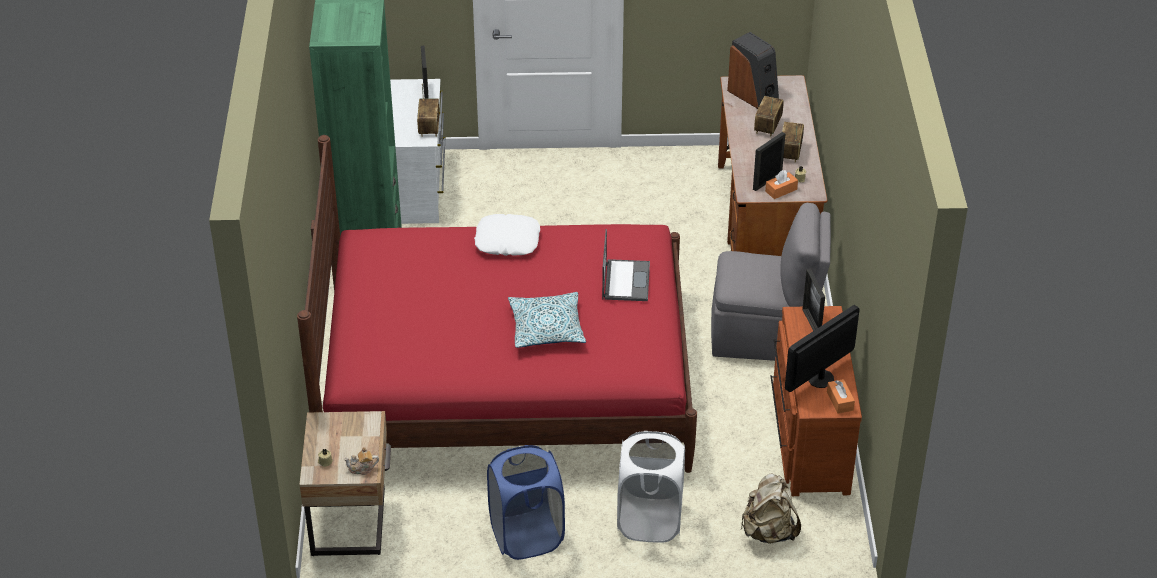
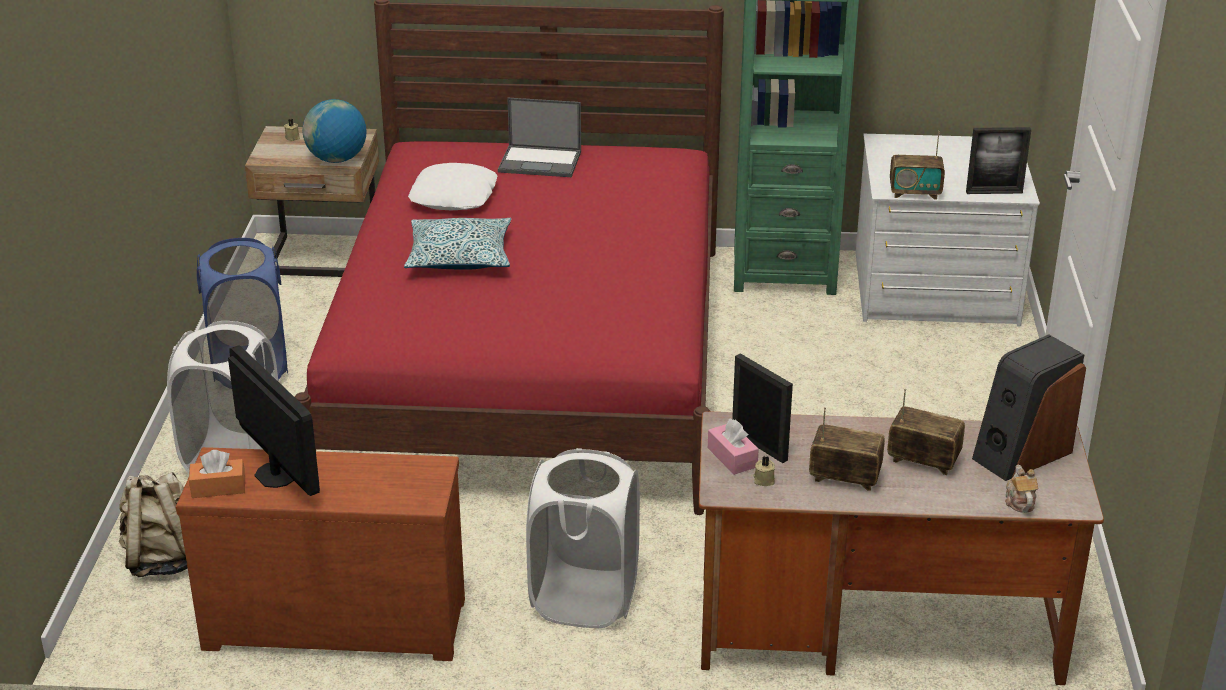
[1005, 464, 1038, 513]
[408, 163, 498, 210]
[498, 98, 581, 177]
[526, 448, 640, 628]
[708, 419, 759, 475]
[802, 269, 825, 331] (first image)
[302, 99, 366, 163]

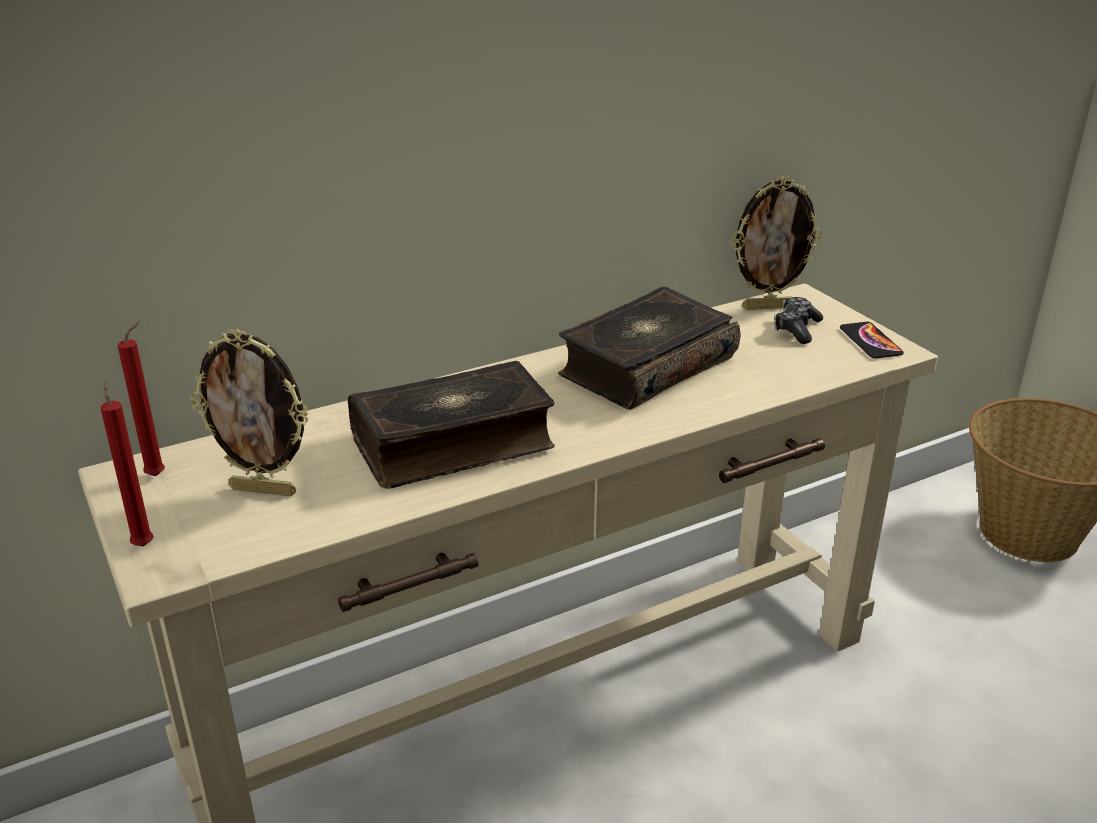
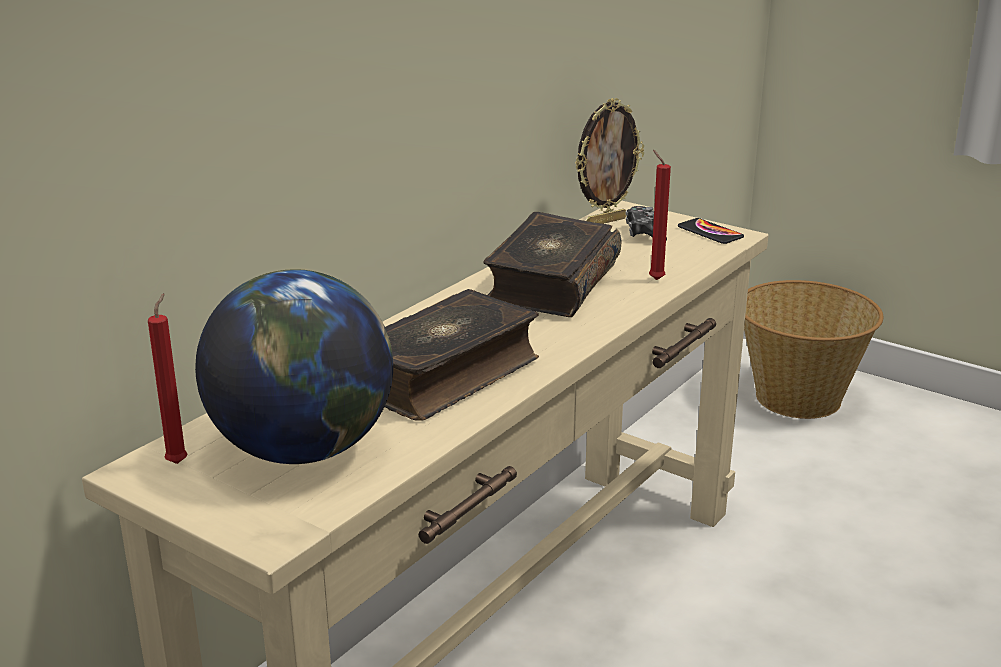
[649, 150, 671, 280]
[195, 269, 393, 464]

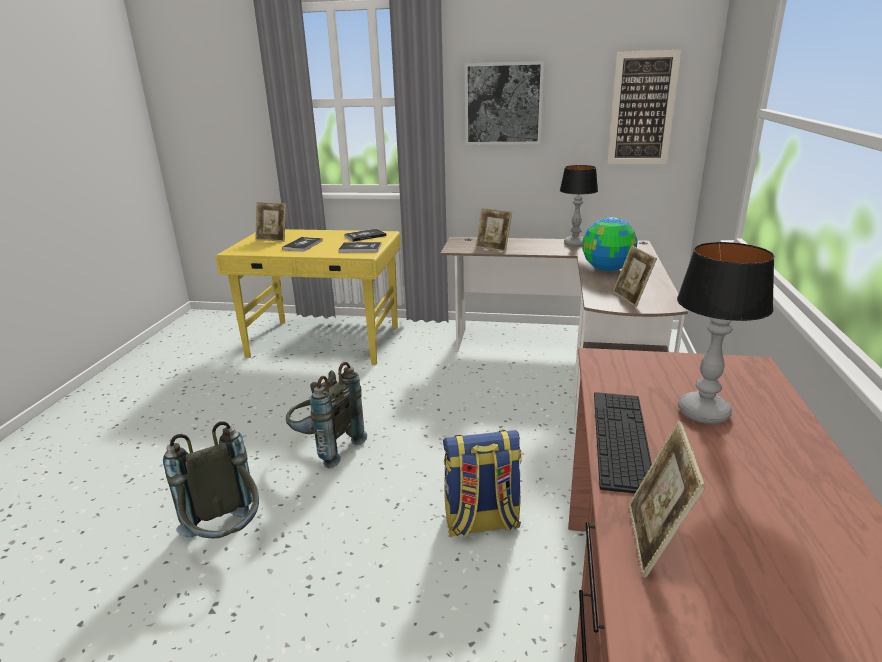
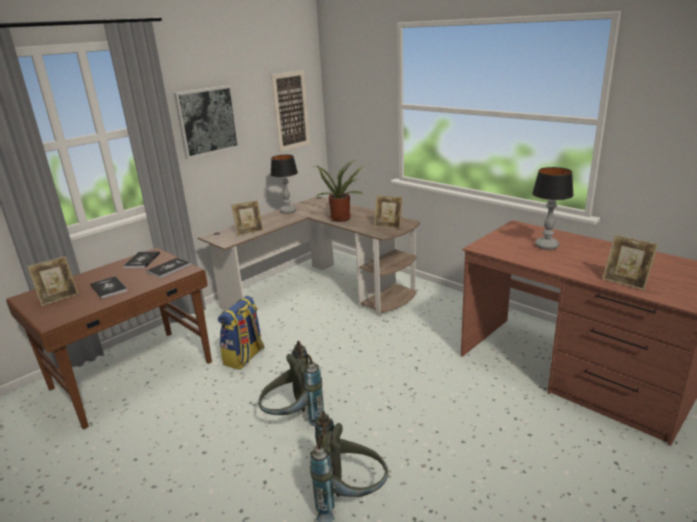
[6, 248, 212, 430]
[218, 296, 264, 369]
[313, 160, 364, 222]
[594, 392, 652, 493] (first image)

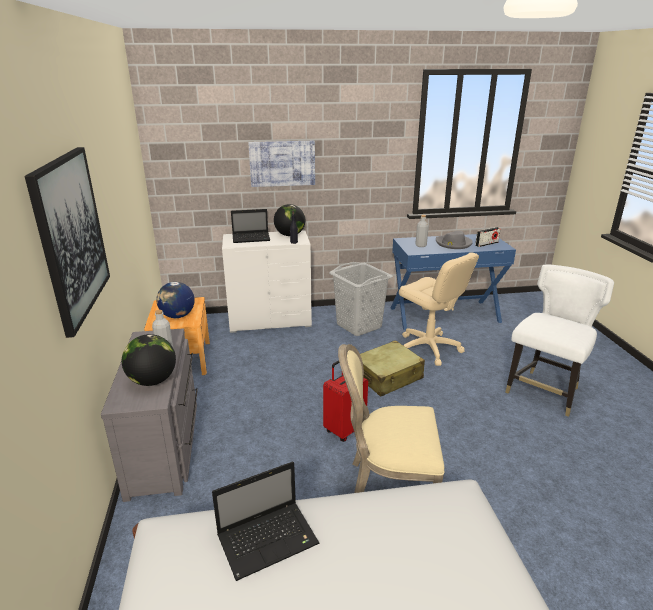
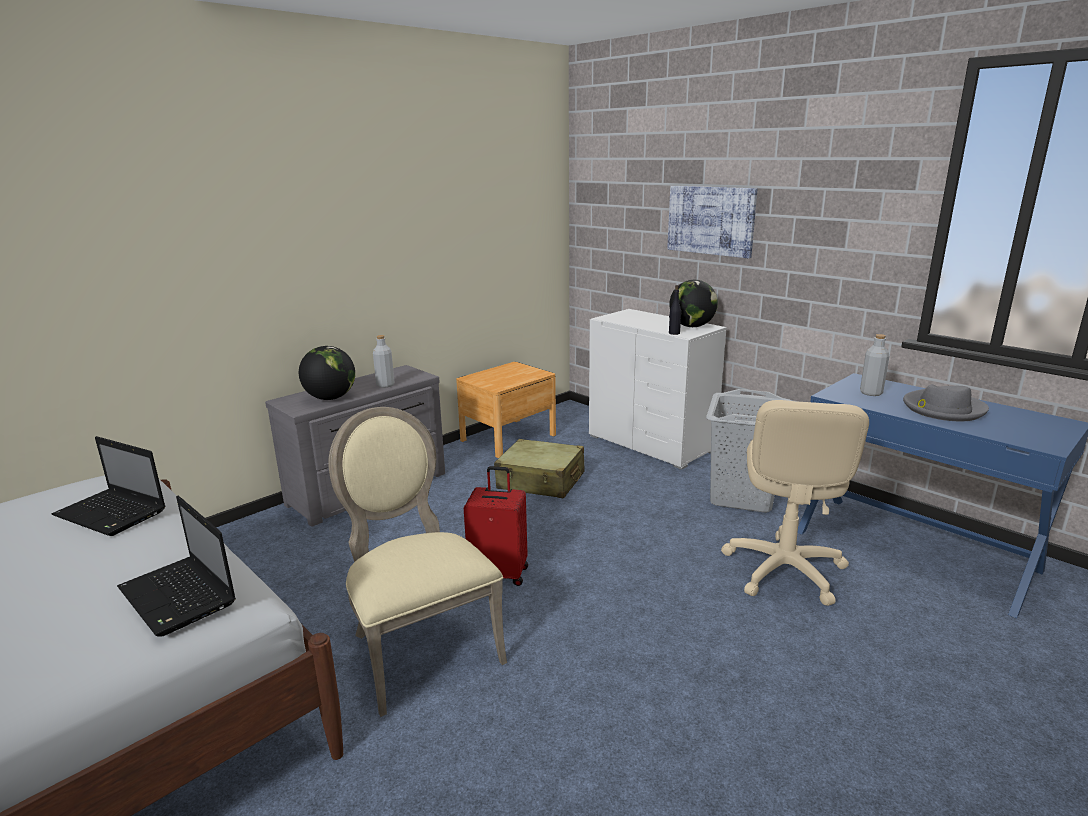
[24, 147, 110, 338] (first image)
[156, 282, 195, 318] (first image)
[117, 495, 236, 637]
[494, 439, 585, 498]
[475, 227, 501, 247] (first image)
[505, 265, 614, 417] (first image)

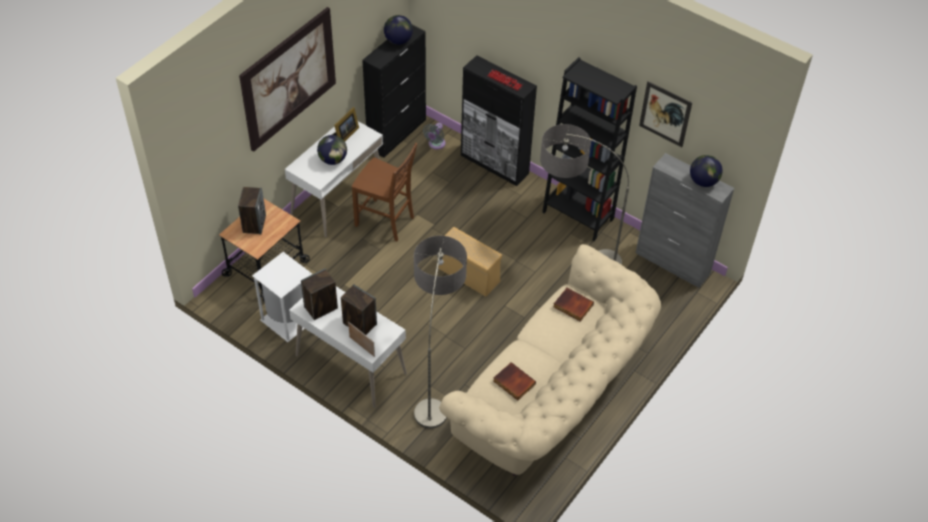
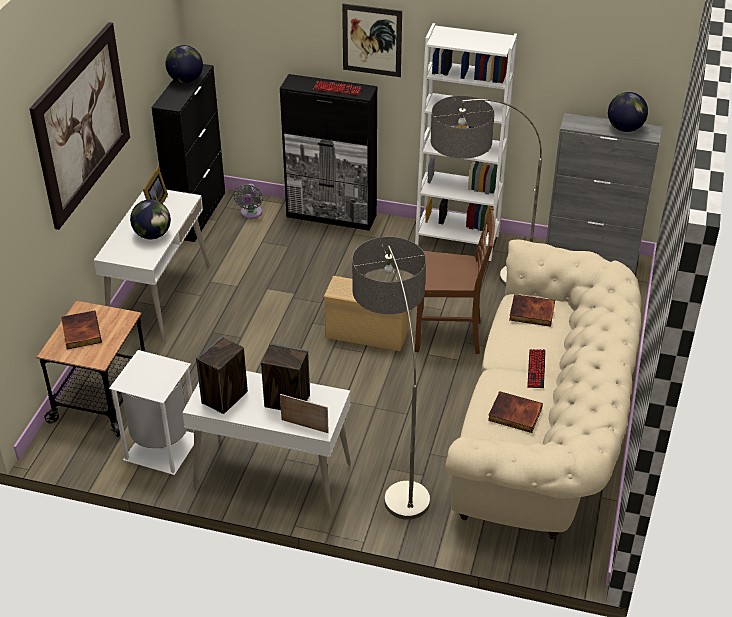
[61, 310, 102, 349]
[415, 207, 495, 354]
[415, 23, 517, 261]
[342, 3, 402, 77]
[527, 349, 546, 388]

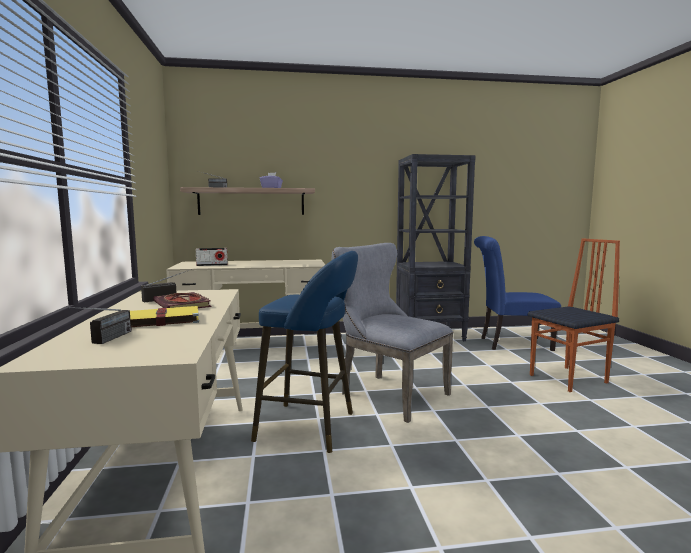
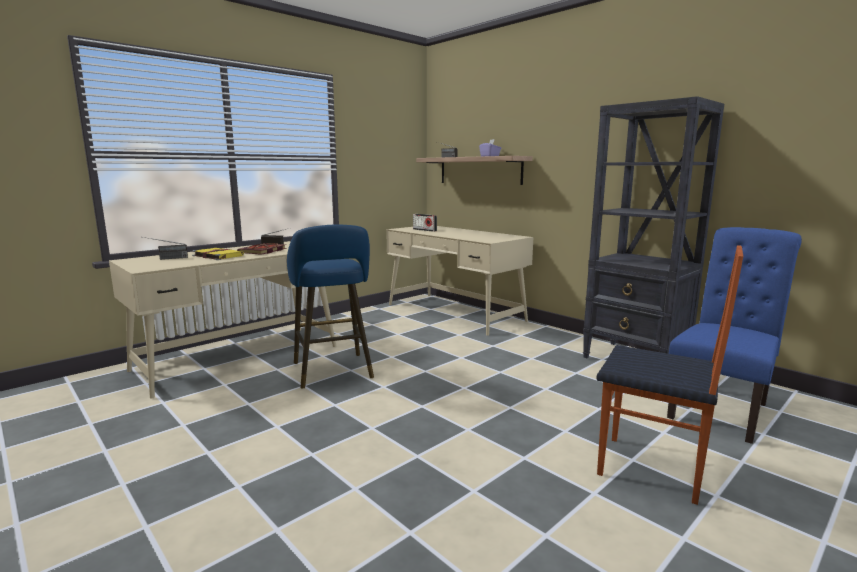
[332, 243, 453, 423] (first image)
[667, 227, 802, 444]

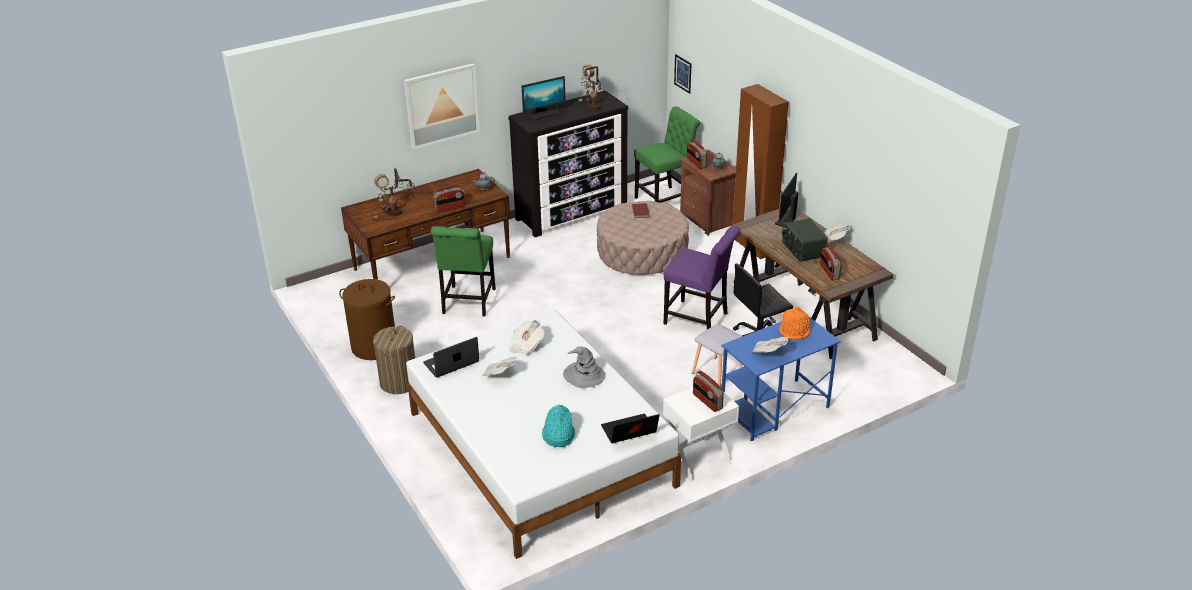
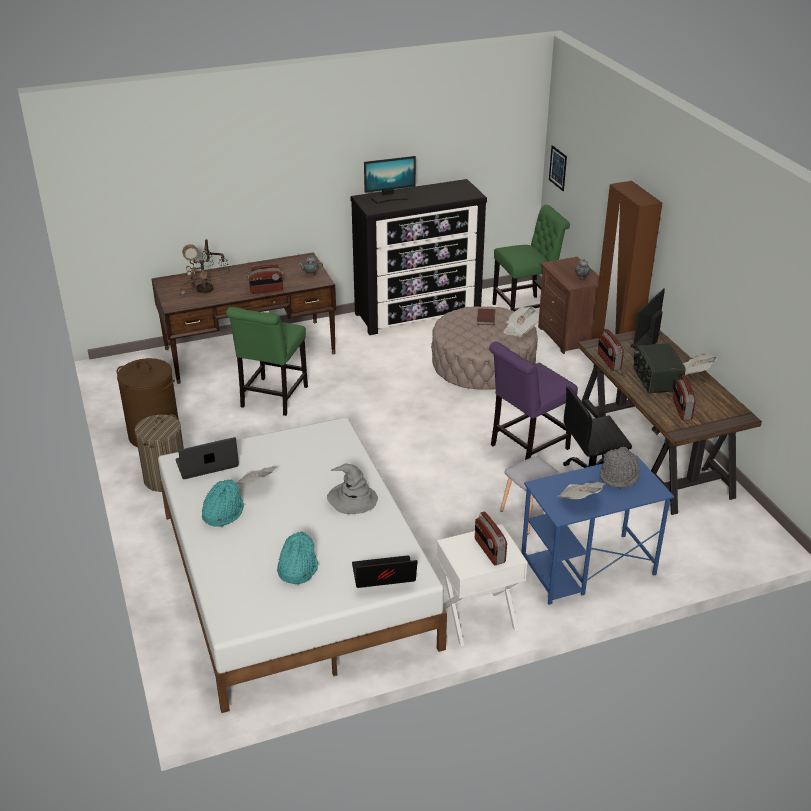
[404, 63, 480, 150] (first image)
[503, 307, 539, 337]
[579, 64, 610, 110] (first image)
[489, 342, 578, 460]
[598, 329, 624, 371]
[599, 447, 639, 488]
[202, 479, 244, 526]

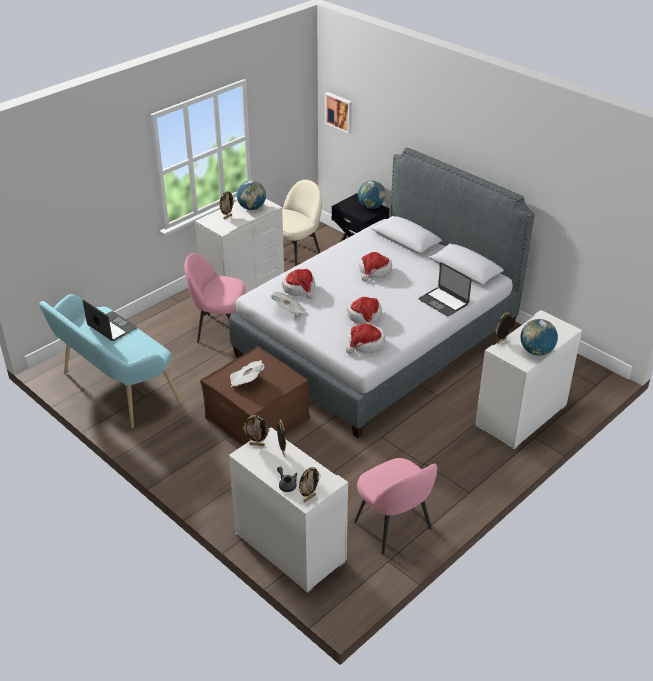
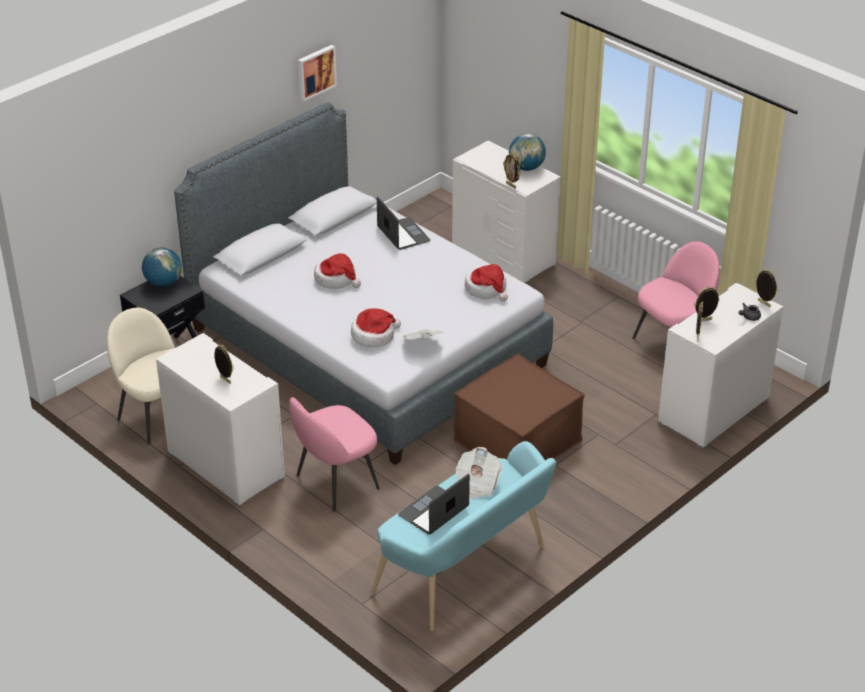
[289, 397, 380, 512]
[455, 447, 502, 499]
[237, 180, 266, 210] (first image)
[298, 45, 337, 101]
[347, 297, 382, 325] (first image)
[377, 197, 430, 250]

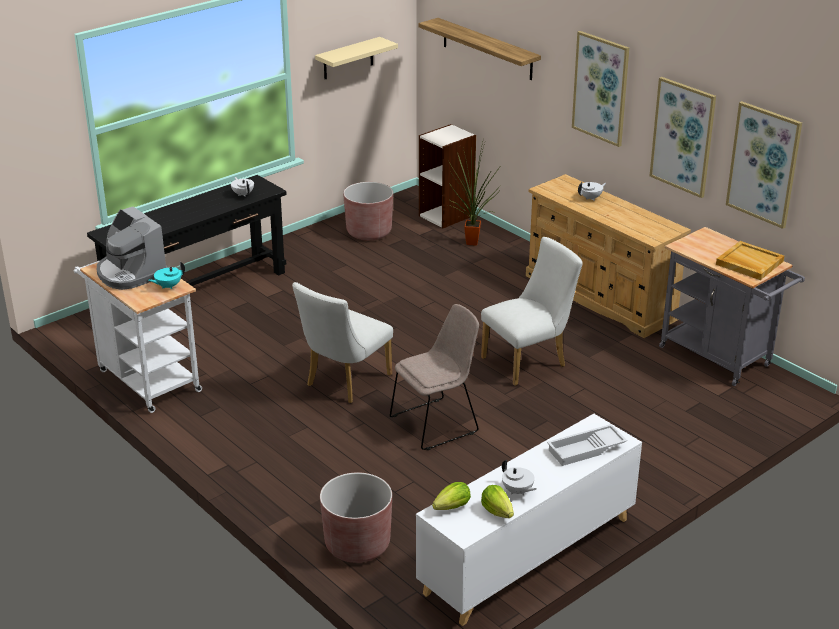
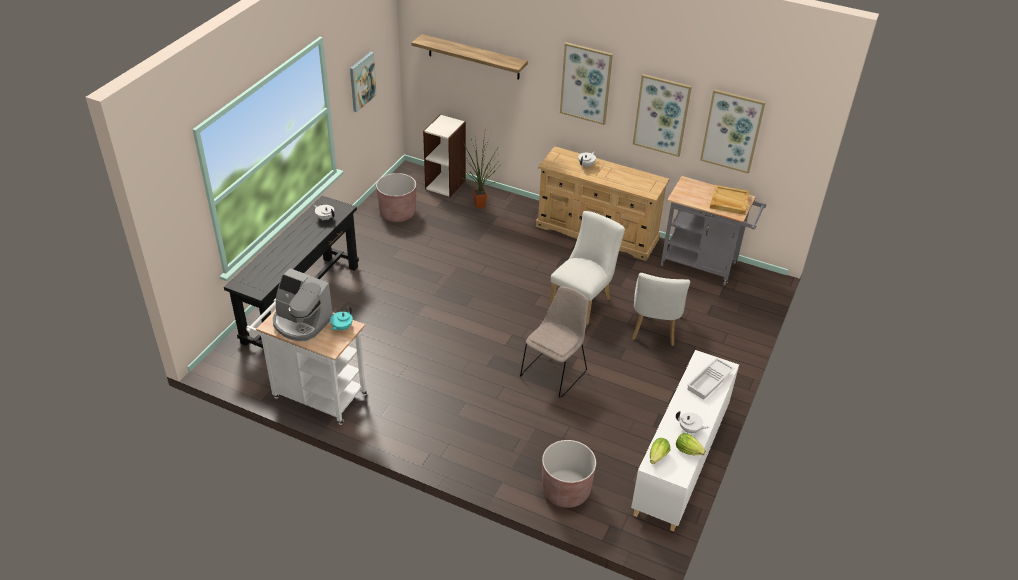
[632, 273, 690, 346]
[350, 52, 377, 112]

